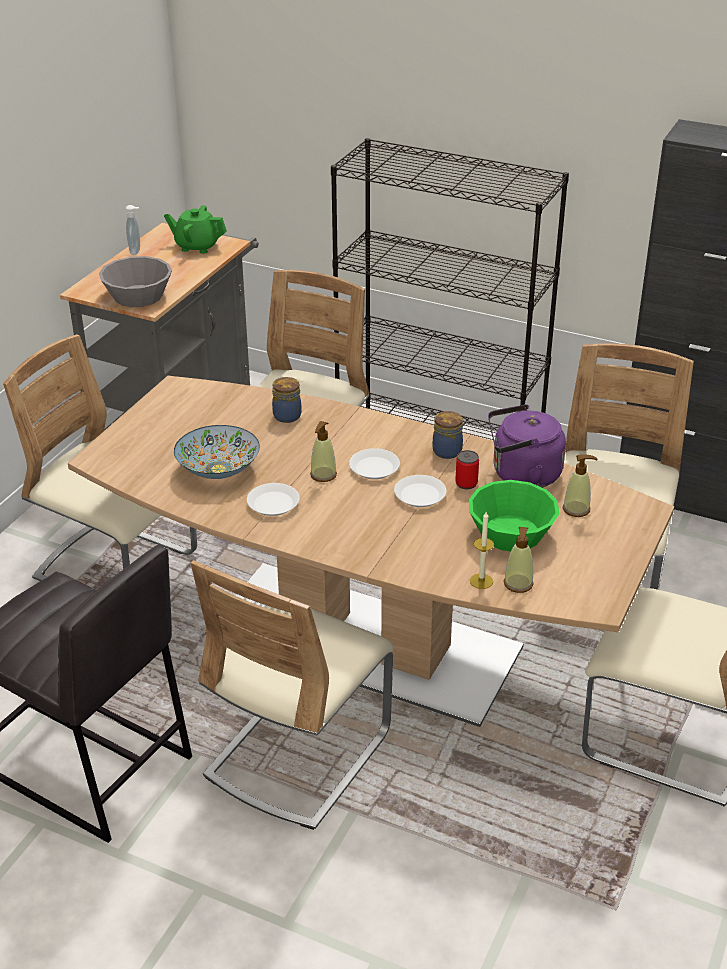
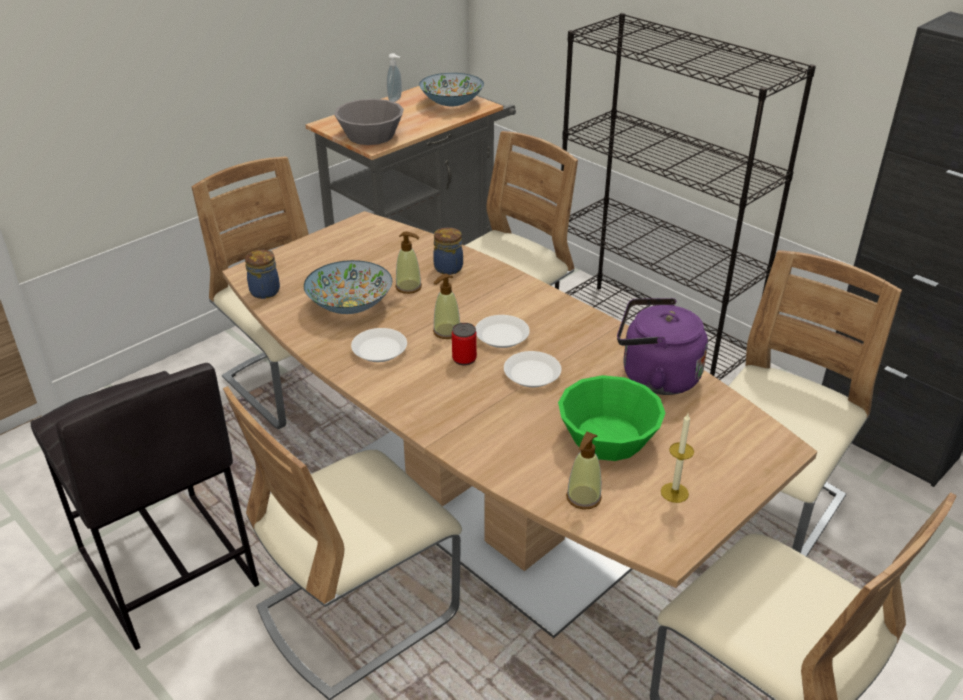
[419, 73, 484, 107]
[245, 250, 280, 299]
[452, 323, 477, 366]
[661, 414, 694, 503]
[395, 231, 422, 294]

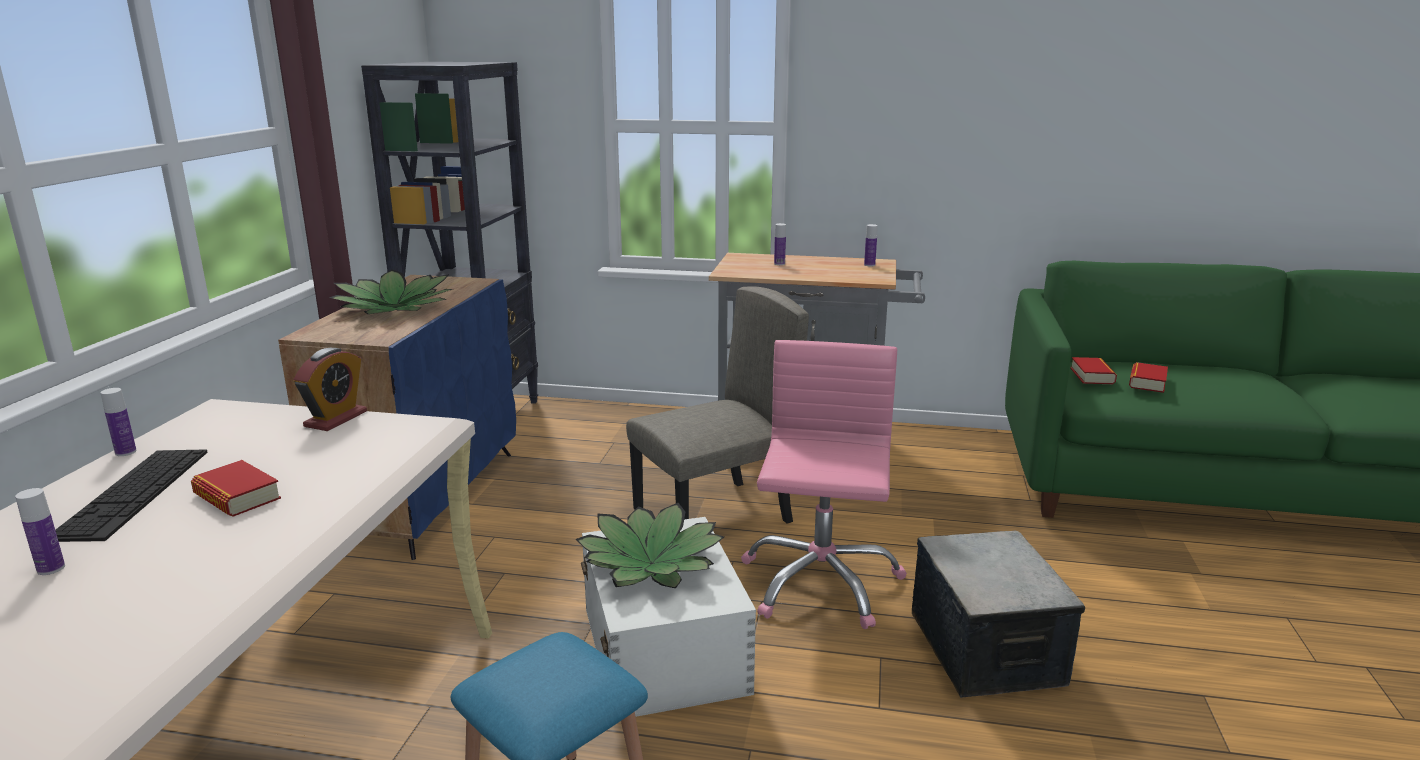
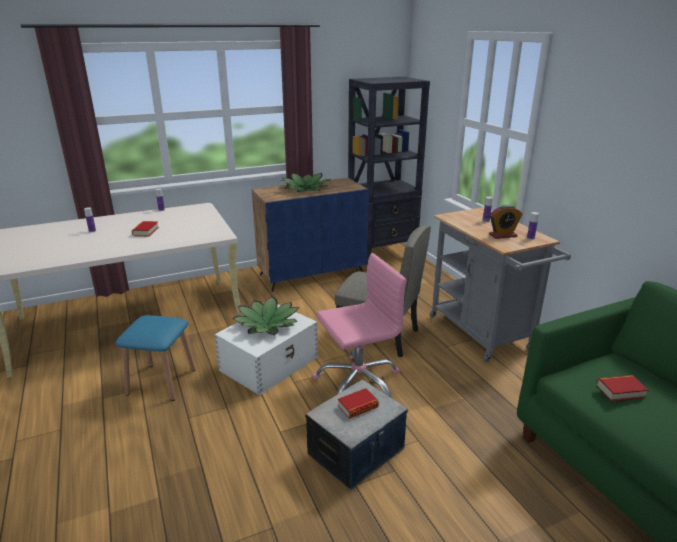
[55, 449, 208, 542] (first image)
[489, 205, 523, 239]
[338, 388, 379, 419]

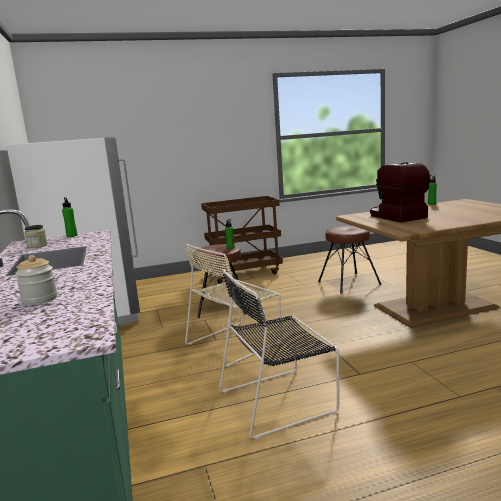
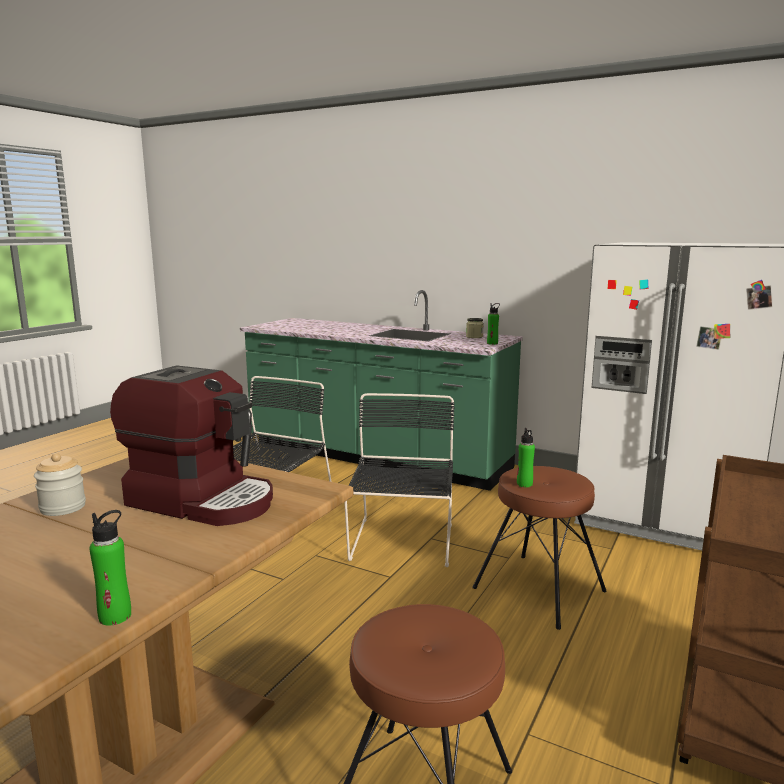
[34, 453, 86, 516]
[344, 393, 455, 567]

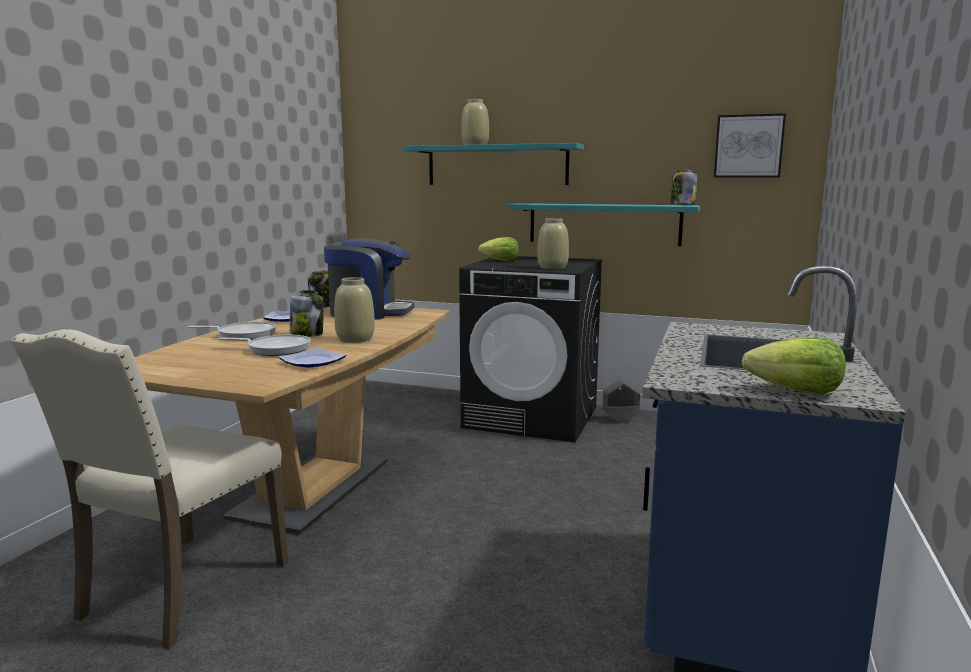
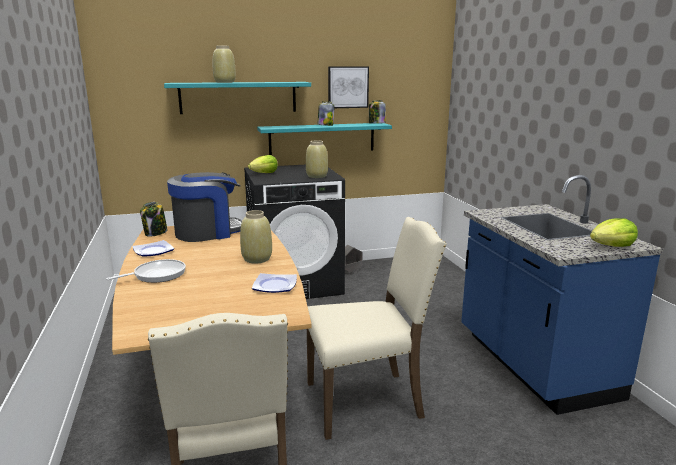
[218, 335, 311, 356] (first image)
[317, 101, 334, 126]
[328, 66, 369, 108]
[307, 217, 447, 440]

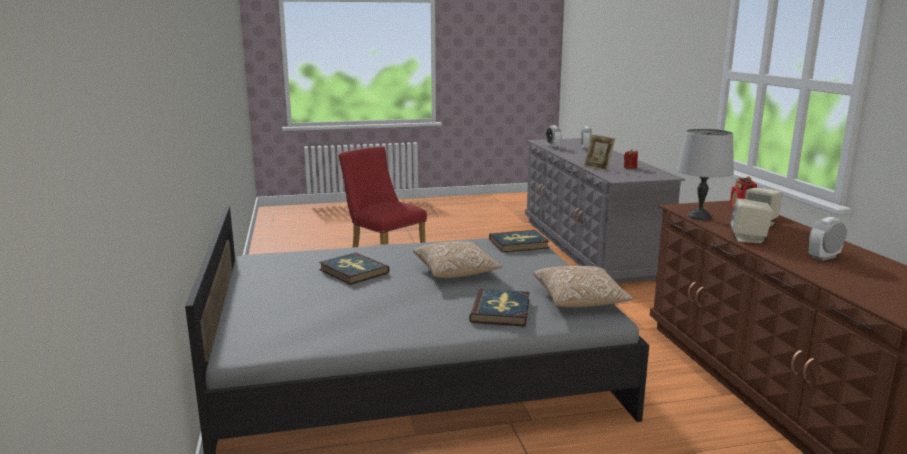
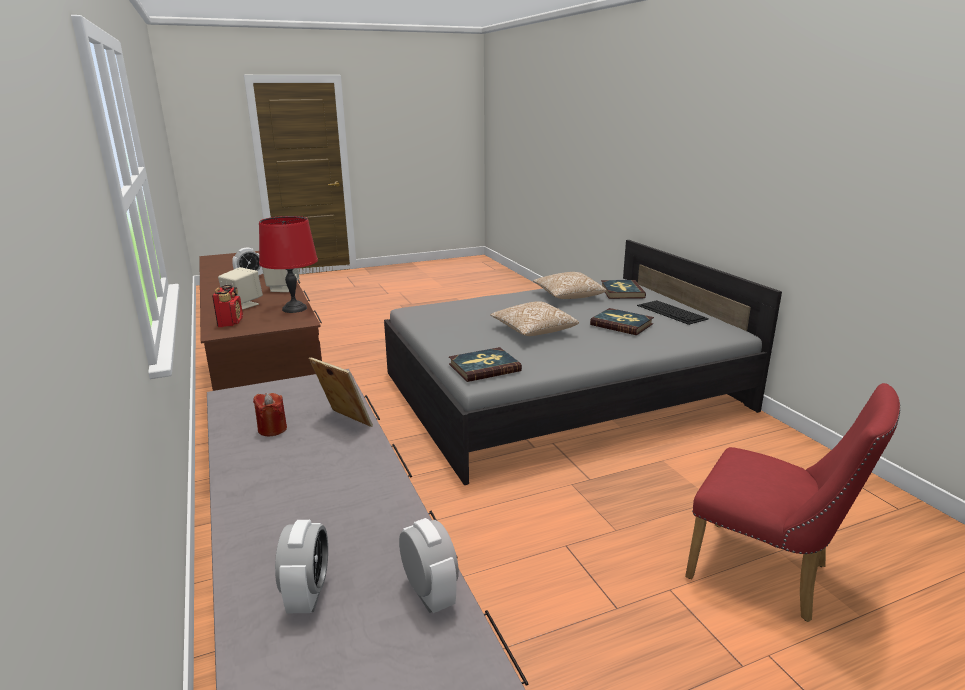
[601, 280, 646, 299]
[533, 272, 606, 299]
[259, 216, 318, 313]
[637, 300, 709, 325]

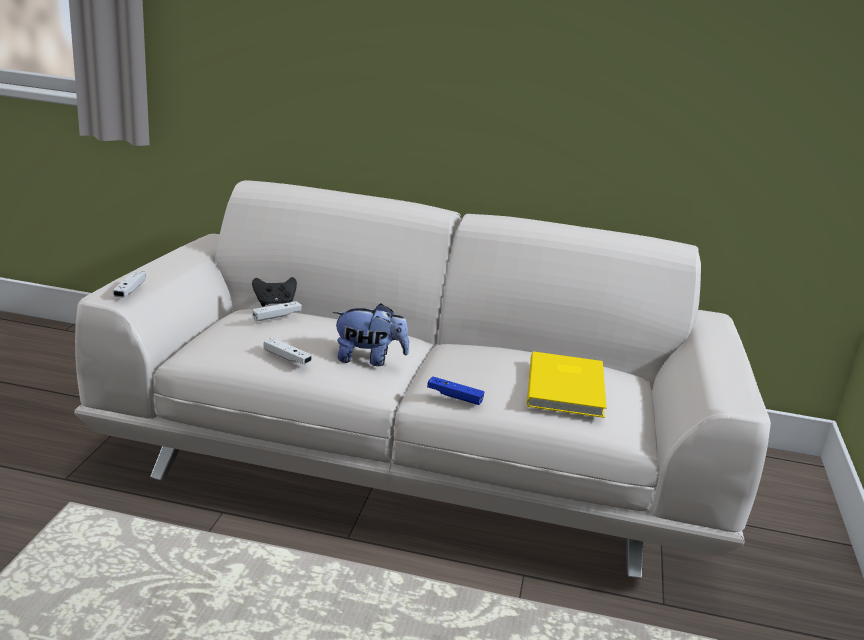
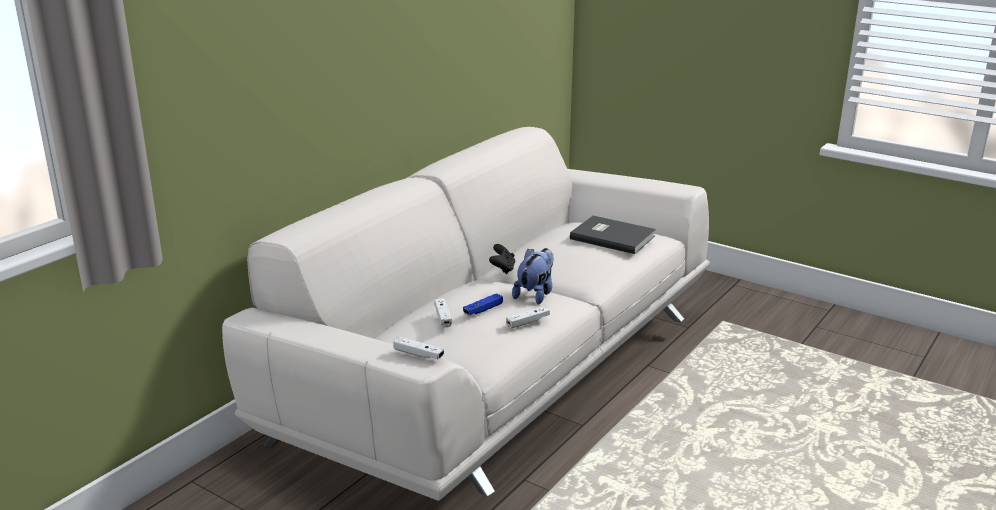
[489, 244, 515, 274]
[463, 293, 503, 315]
[570, 216, 656, 254]

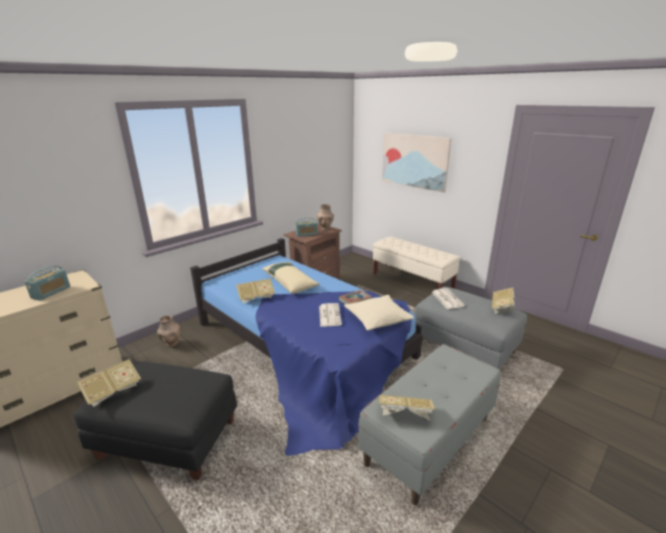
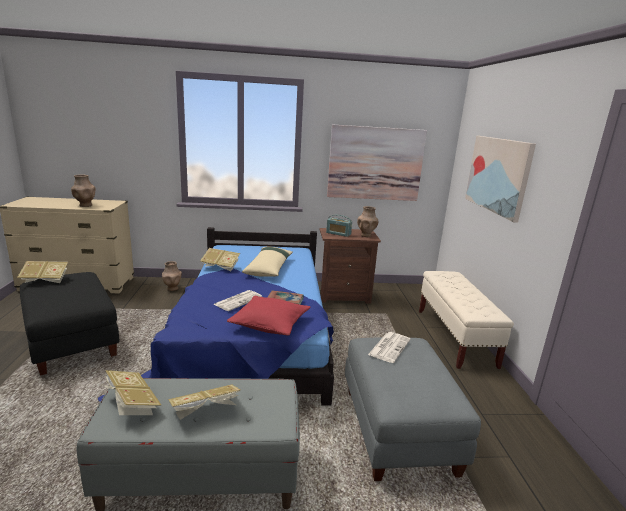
[71, 174, 95, 207]
[227, 296, 310, 336]
[168, 385, 241, 420]
[327, 124, 427, 201]

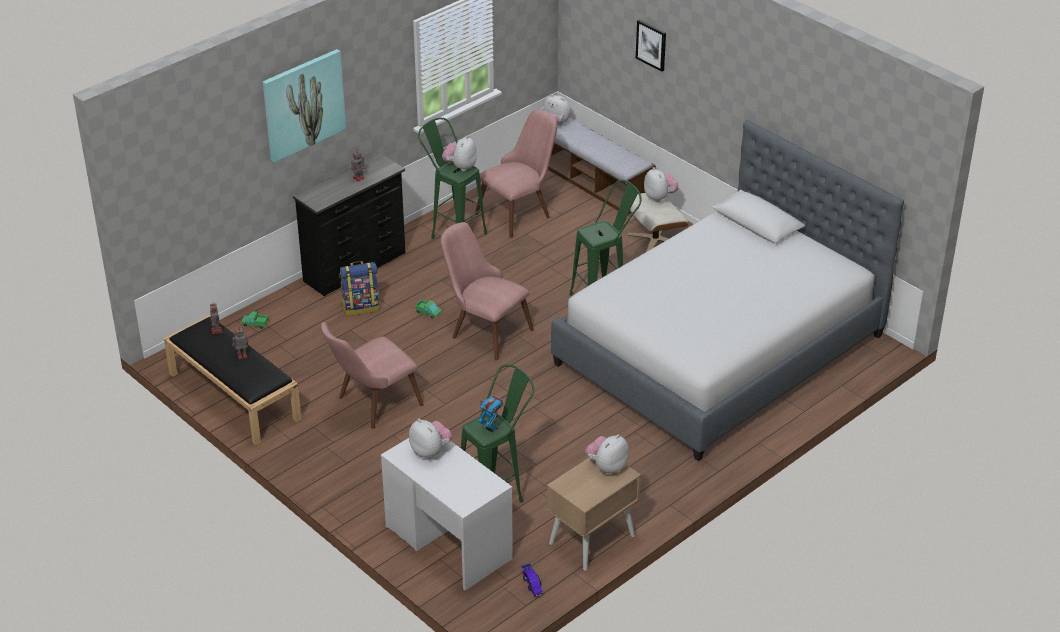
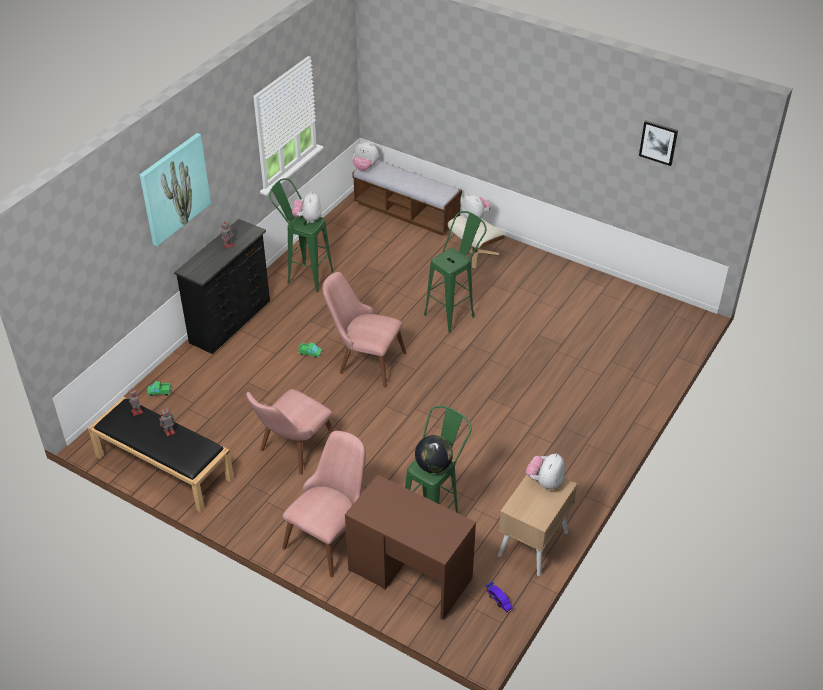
[340, 261, 380, 316] (first image)
[345, 475, 476, 620]
[409, 419, 452, 459] (first image)
[282, 431, 366, 577]
[415, 435, 453, 473]
[551, 120, 904, 461] (first image)
[639, 120, 678, 166]

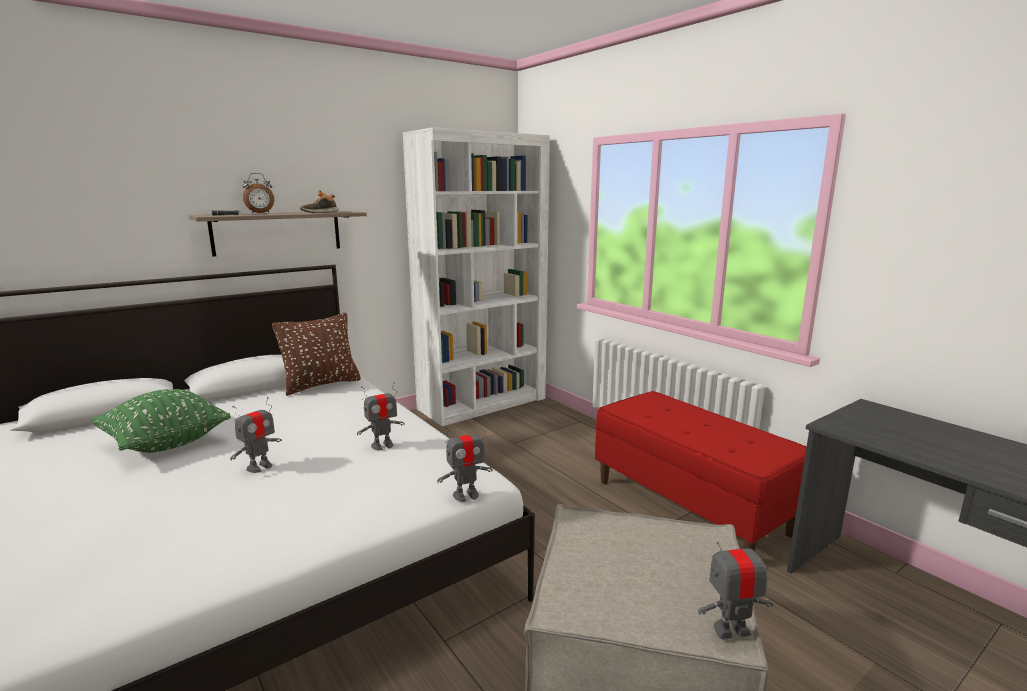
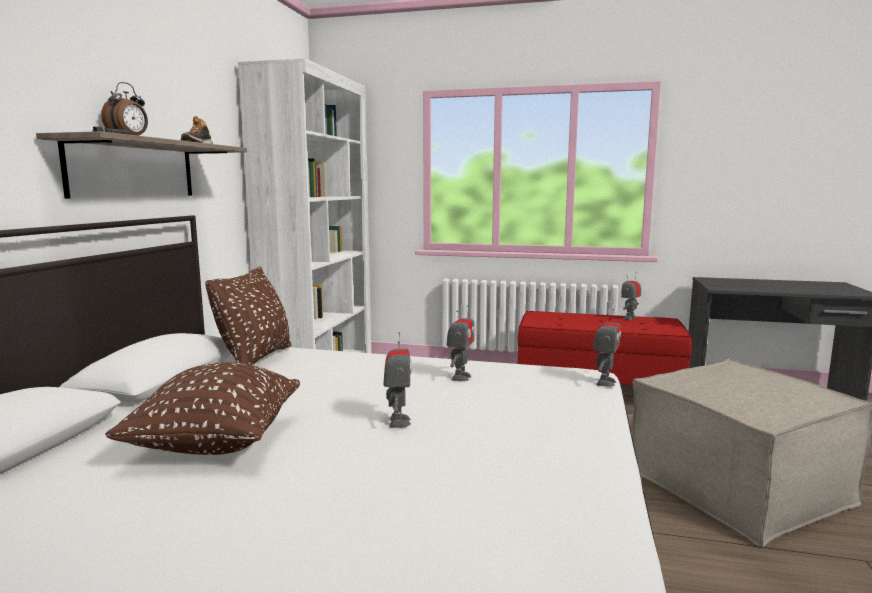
[105, 362, 300, 455]
[621, 272, 641, 320]

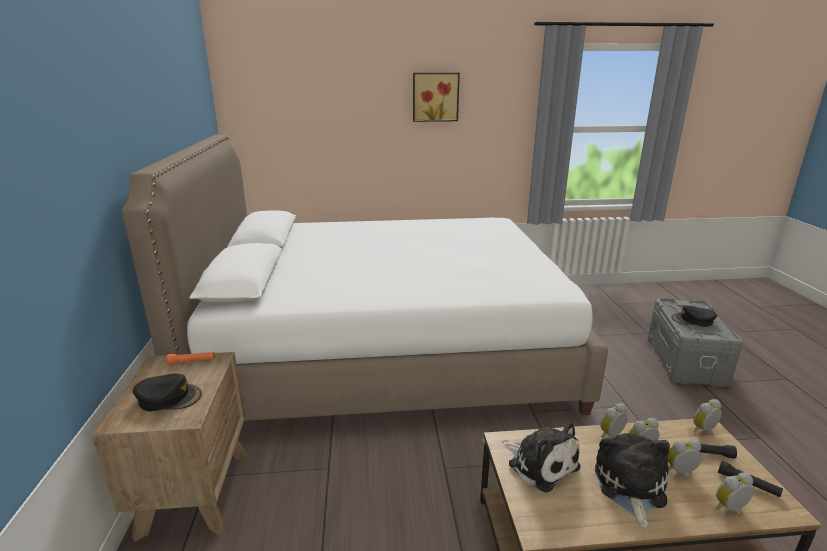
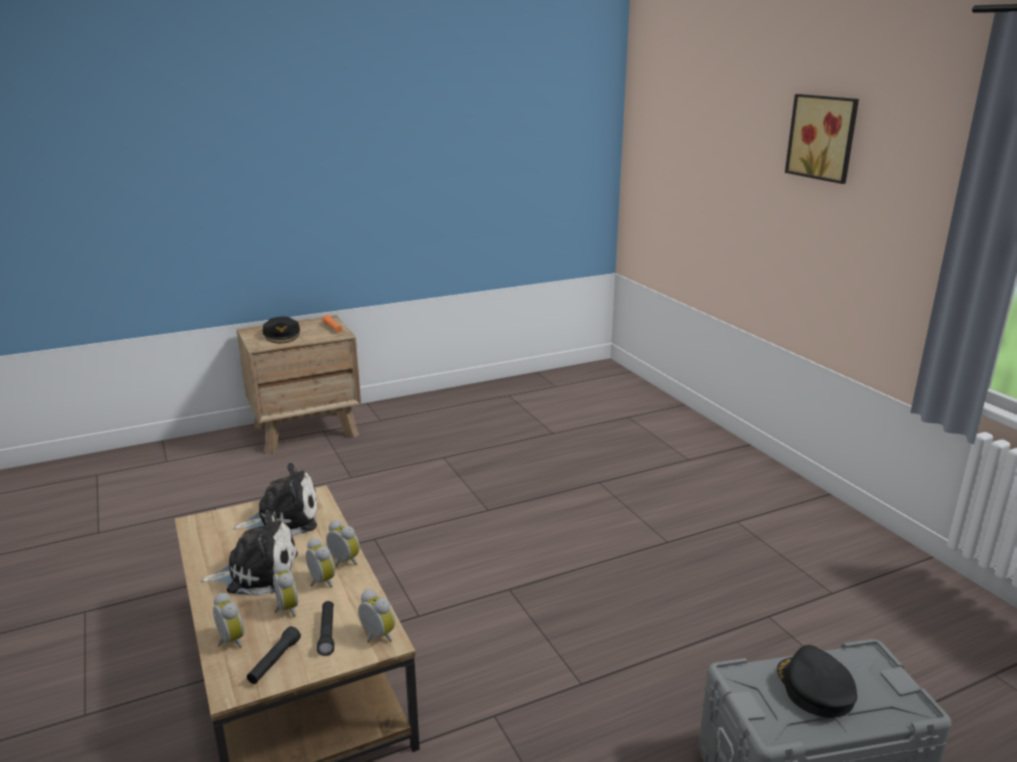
[122, 134, 608, 421] (first image)
[233, 463, 318, 536]

